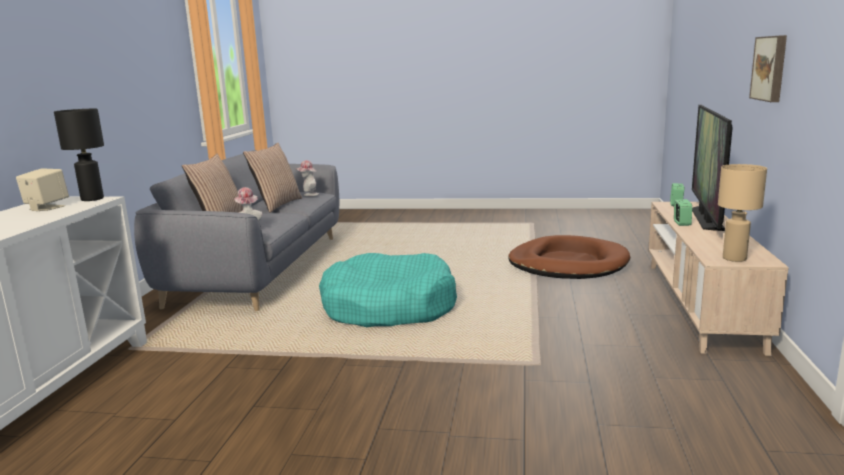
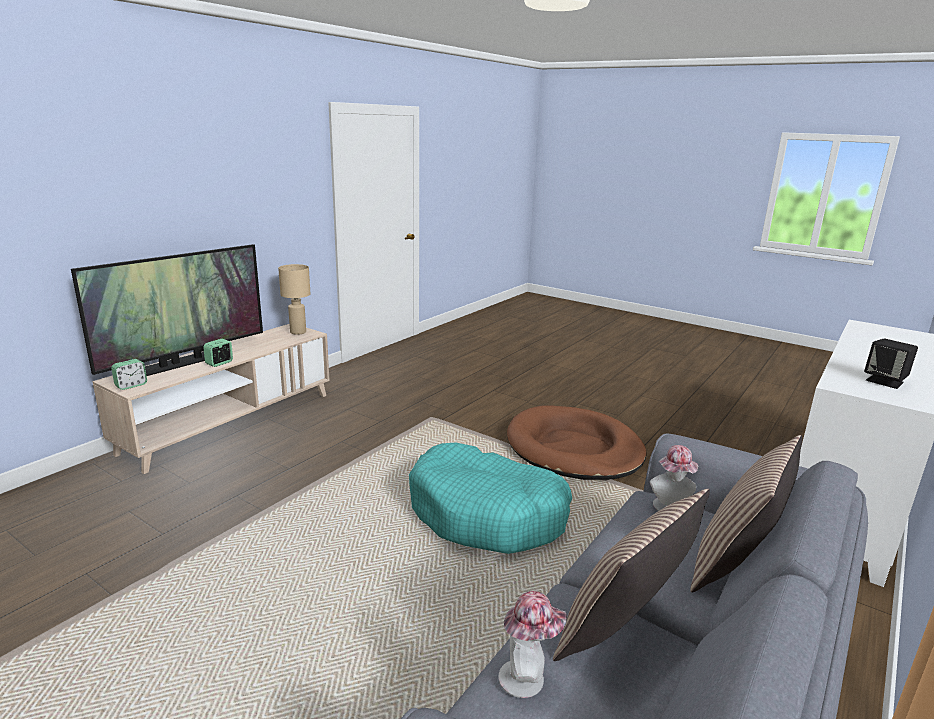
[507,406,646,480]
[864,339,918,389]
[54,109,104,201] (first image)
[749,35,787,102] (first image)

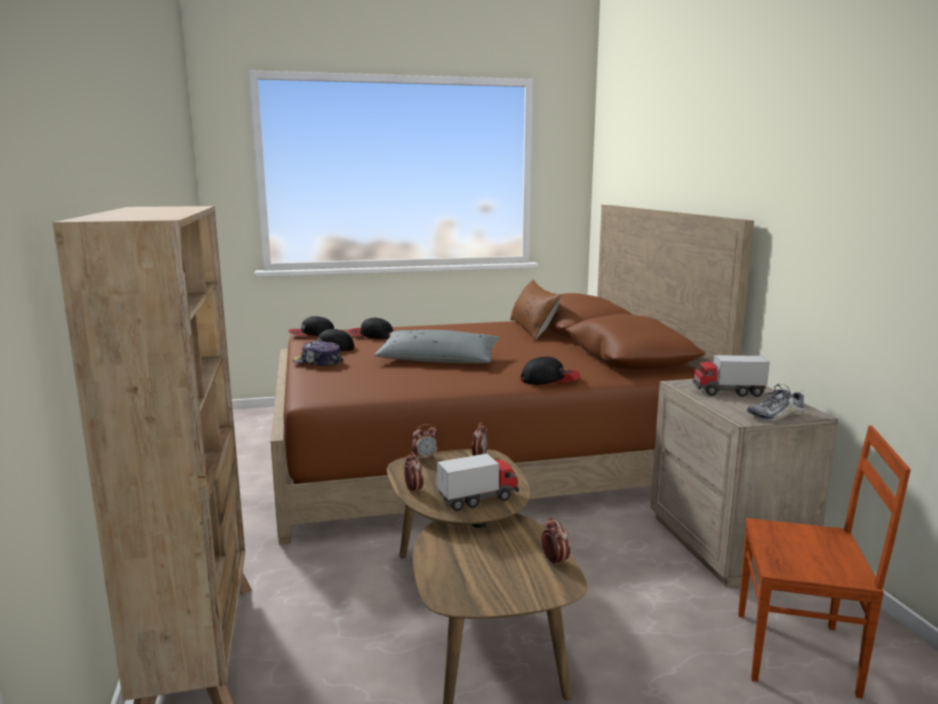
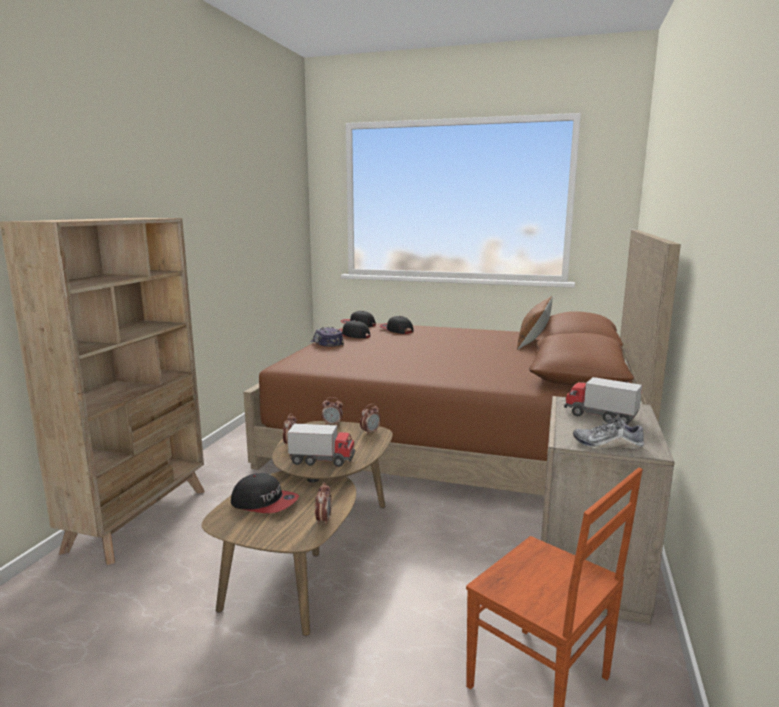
[231,473,299,513]
[374,330,500,363] (first image)

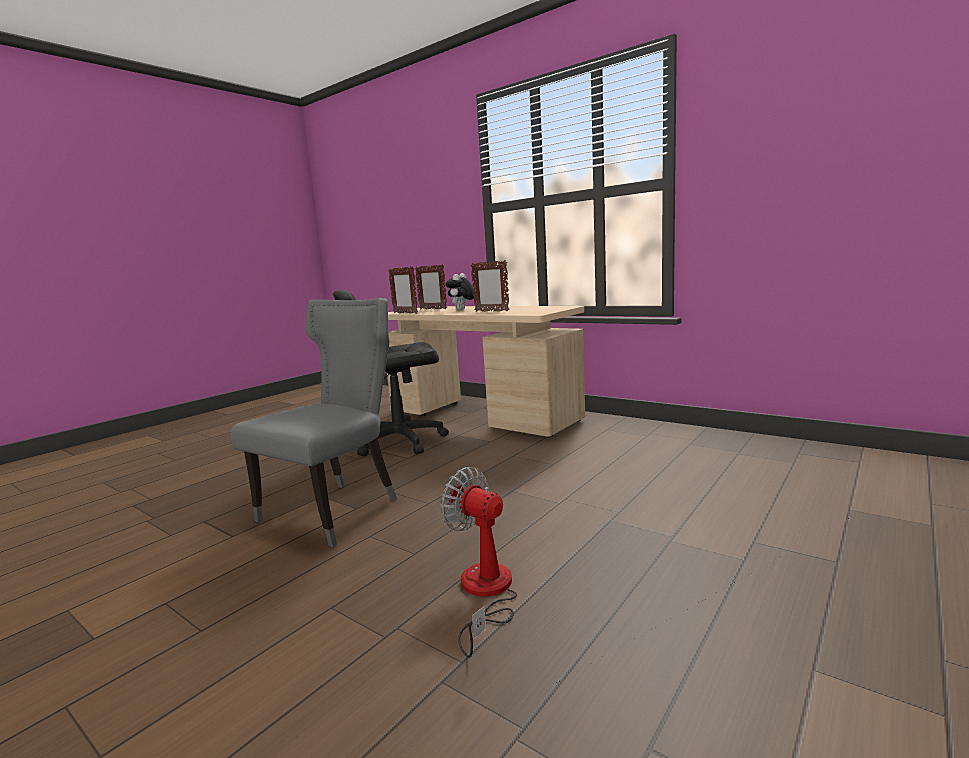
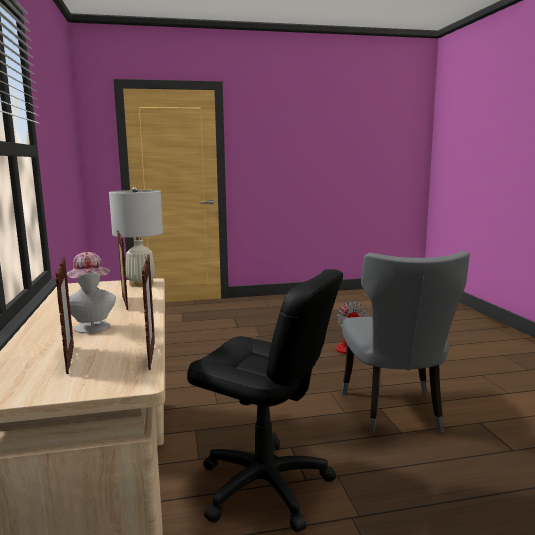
[67,252,116,333]
[109,187,163,287]
[342,251,470,434]

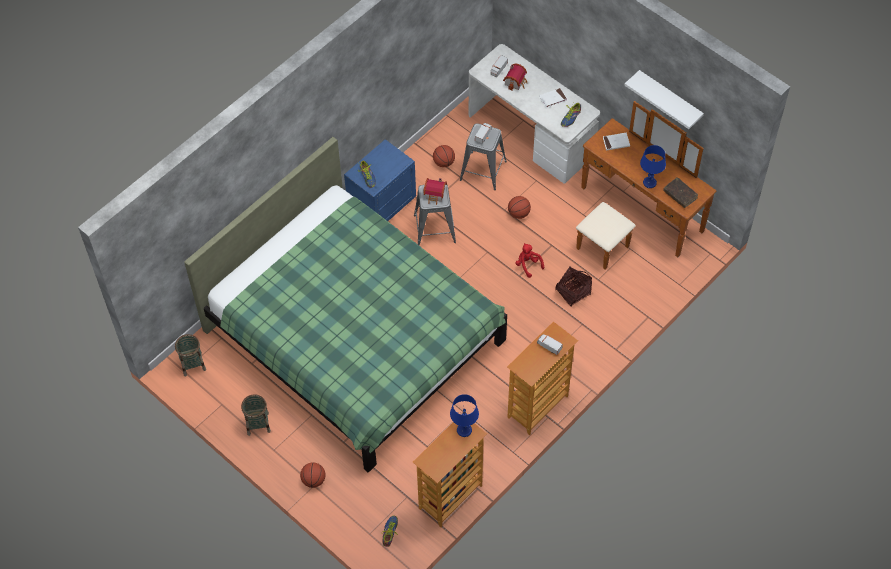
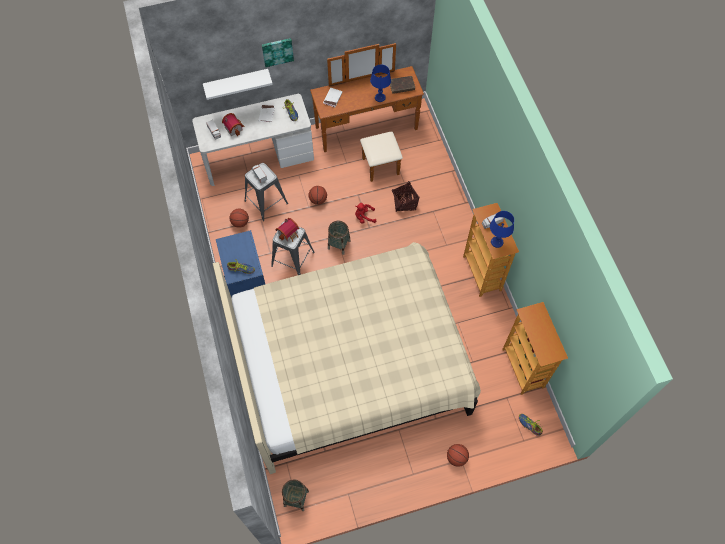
[203,69,273,100]
[213,242,481,474]
[262,38,294,67]
[328,221,351,255]
[490,211,514,248]

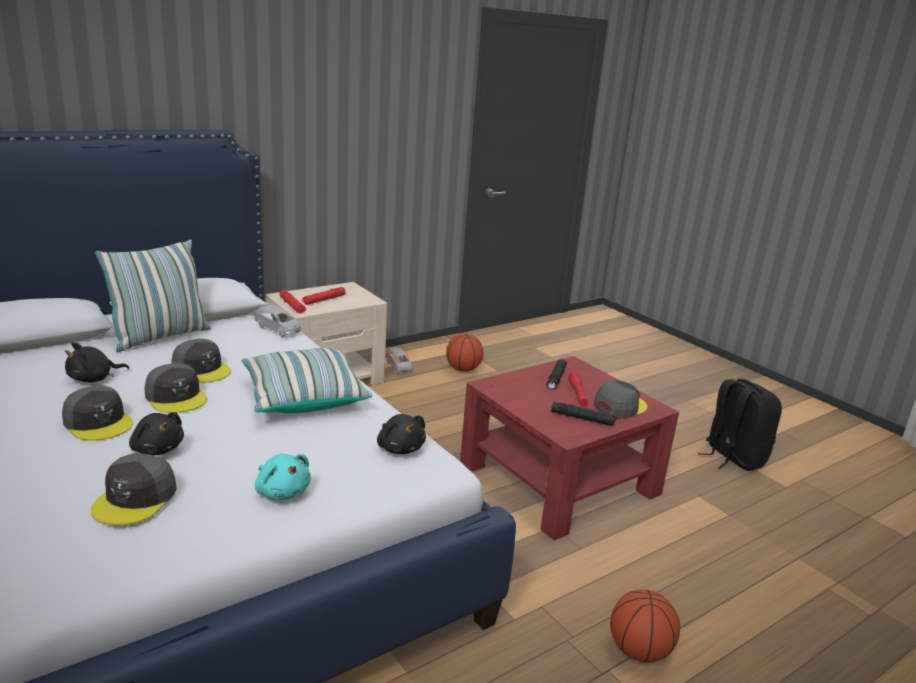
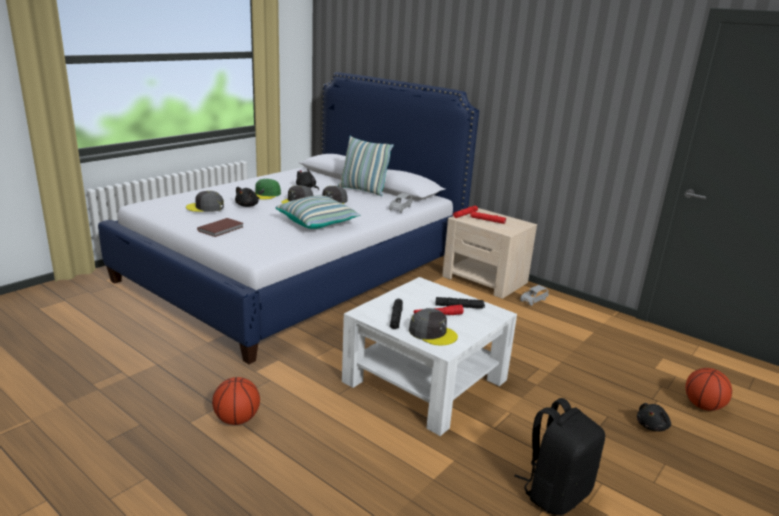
[197,218,243,237]
[255,179,281,199]
[342,277,517,436]
[637,403,671,431]
[685,368,732,411]

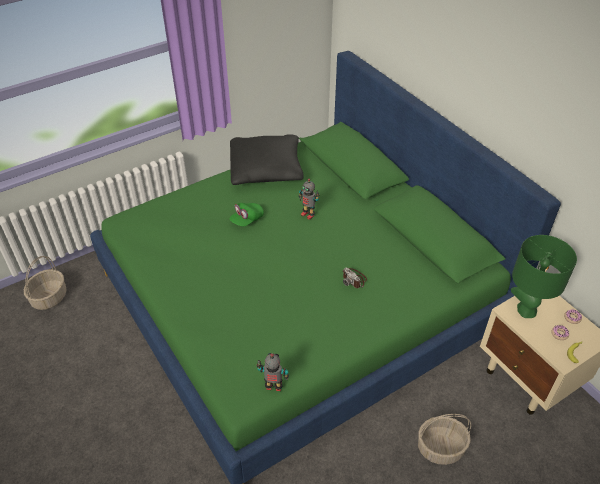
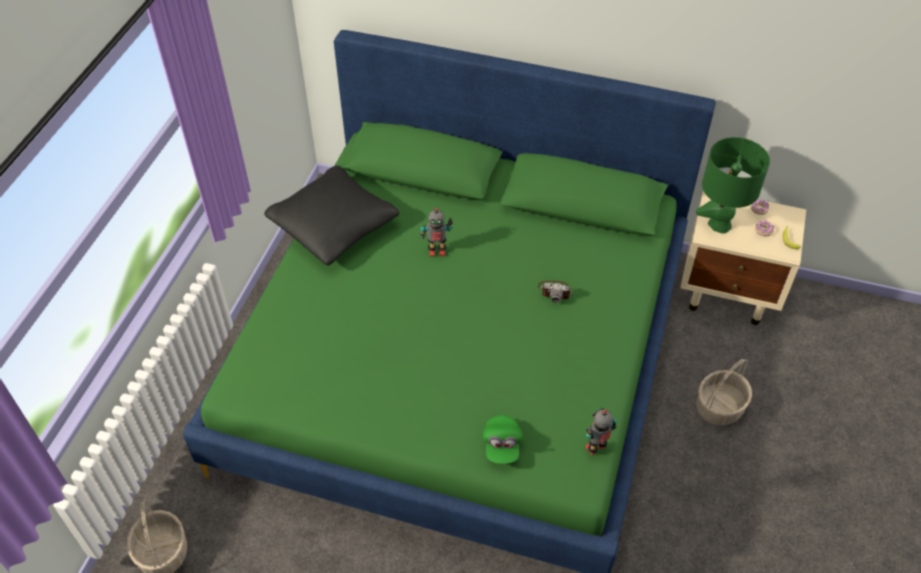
[483,415,523,464]

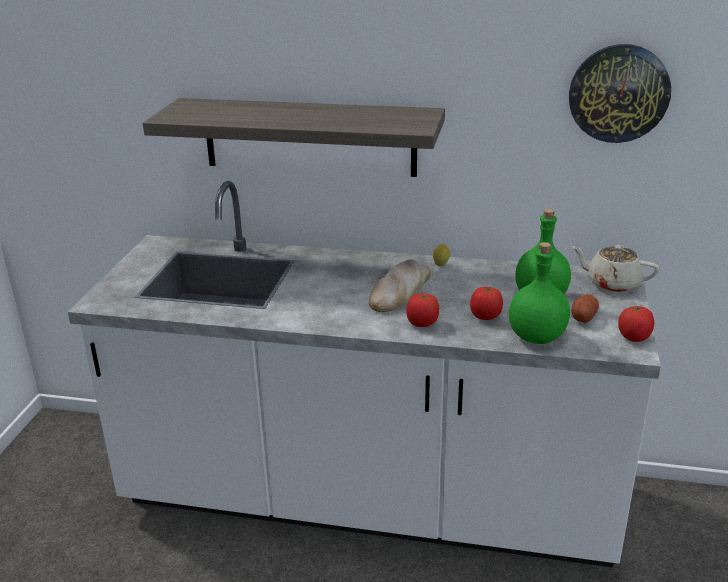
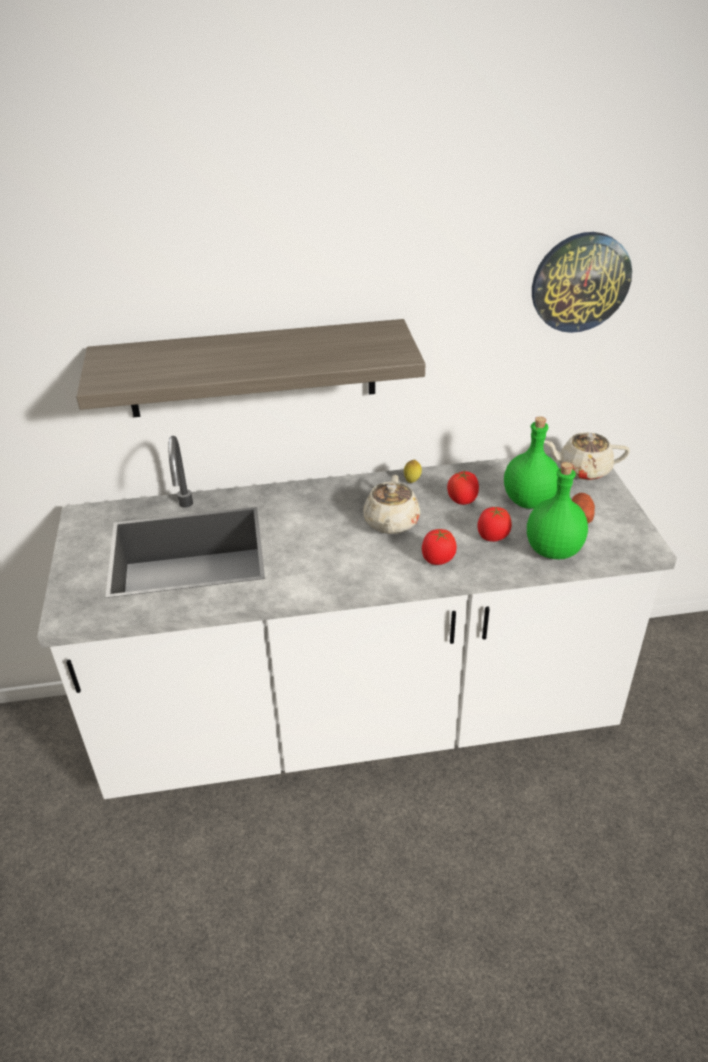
[363,475,420,534]
[447,471,479,505]

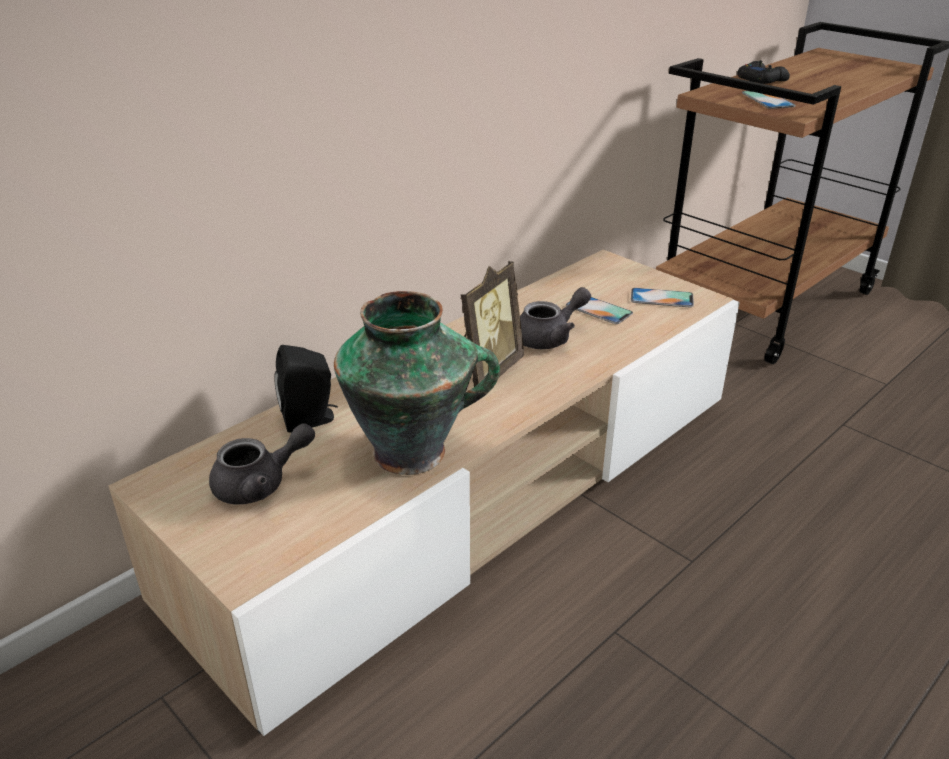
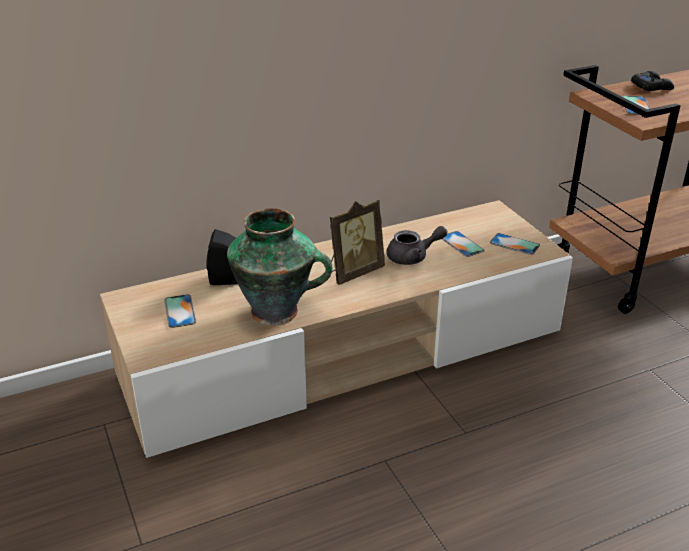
[164,294,196,328]

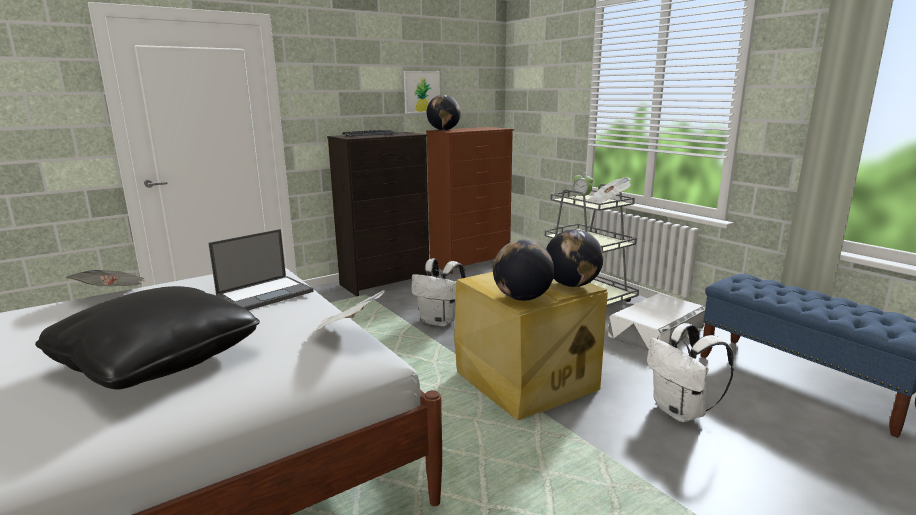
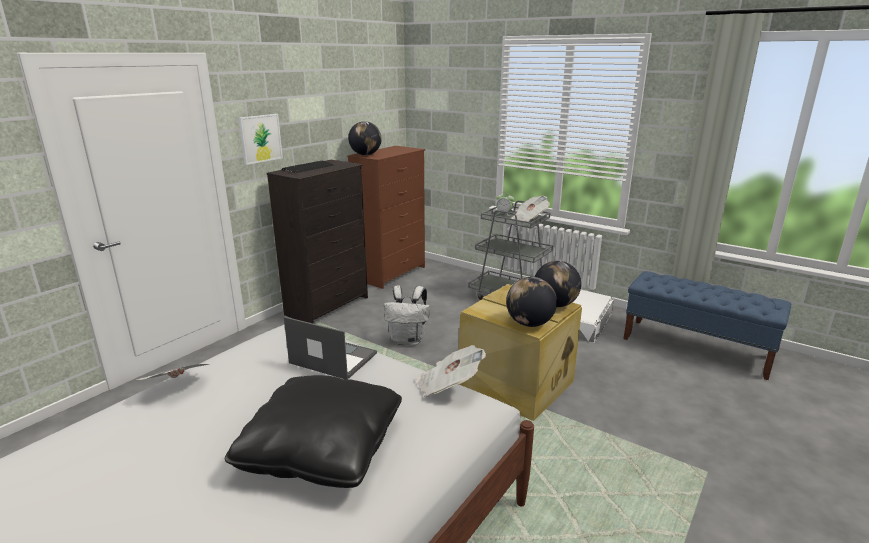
[239,114,283,165]
[284,317,377,379]
[647,323,734,422] (first image)

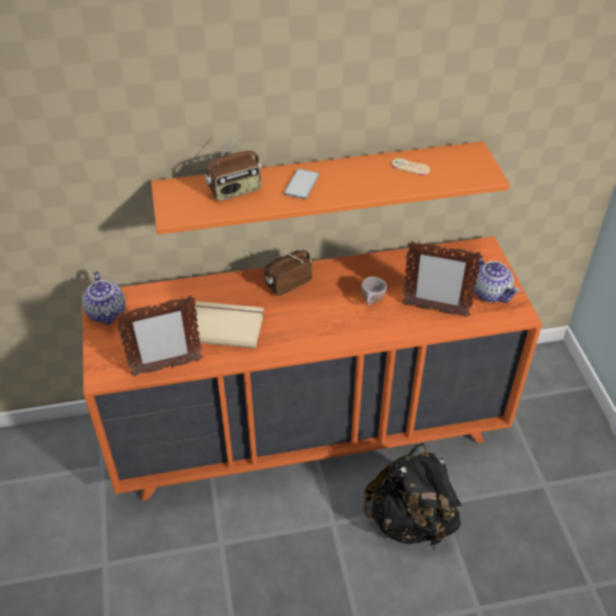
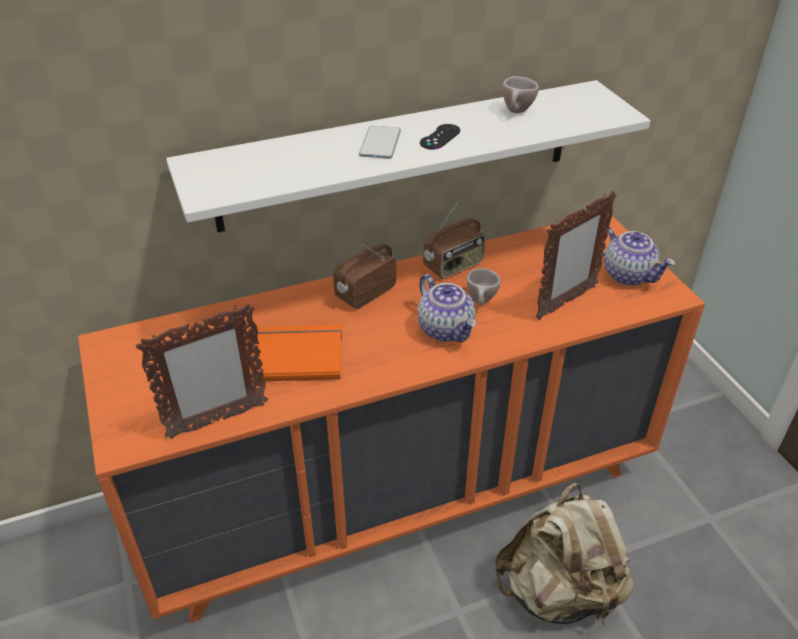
[166,80,651,232]
[244,325,342,381]
[418,274,476,342]
[420,124,460,150]
[423,201,485,279]
[495,482,634,627]
[502,76,539,113]
[536,191,616,320]

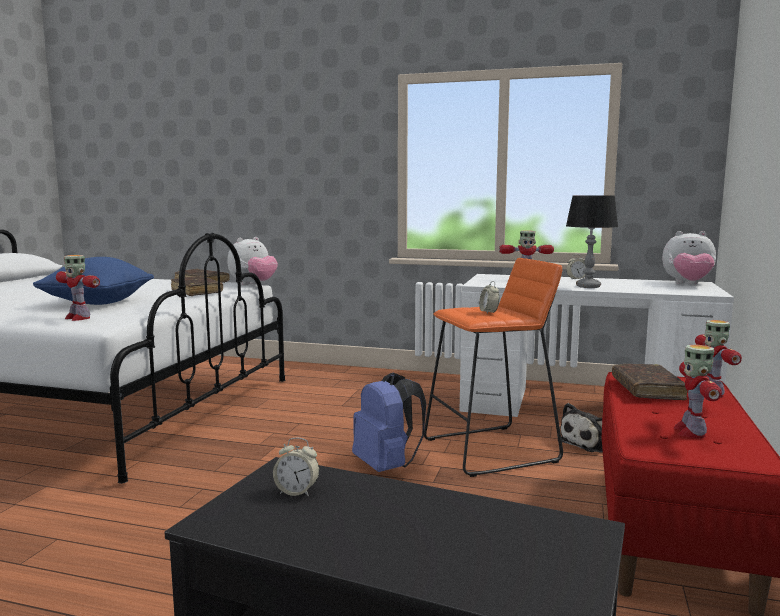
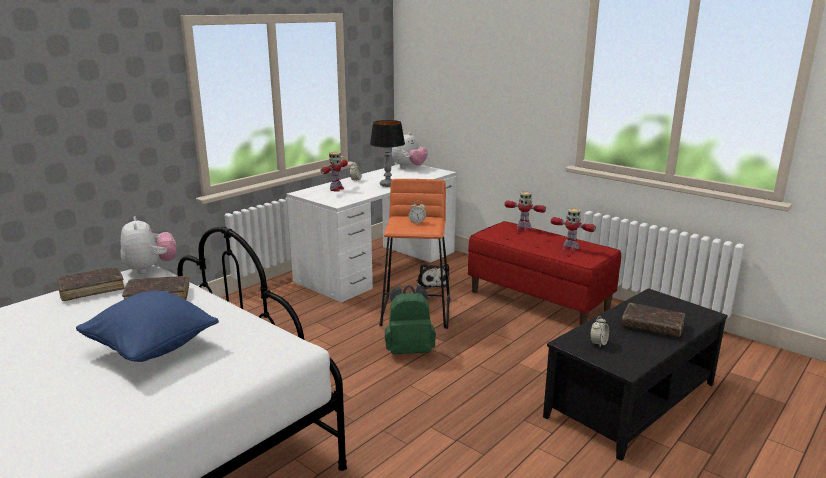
[385,285,436,355]
[622,303,685,337]
[56,255,100,321] (first image)

